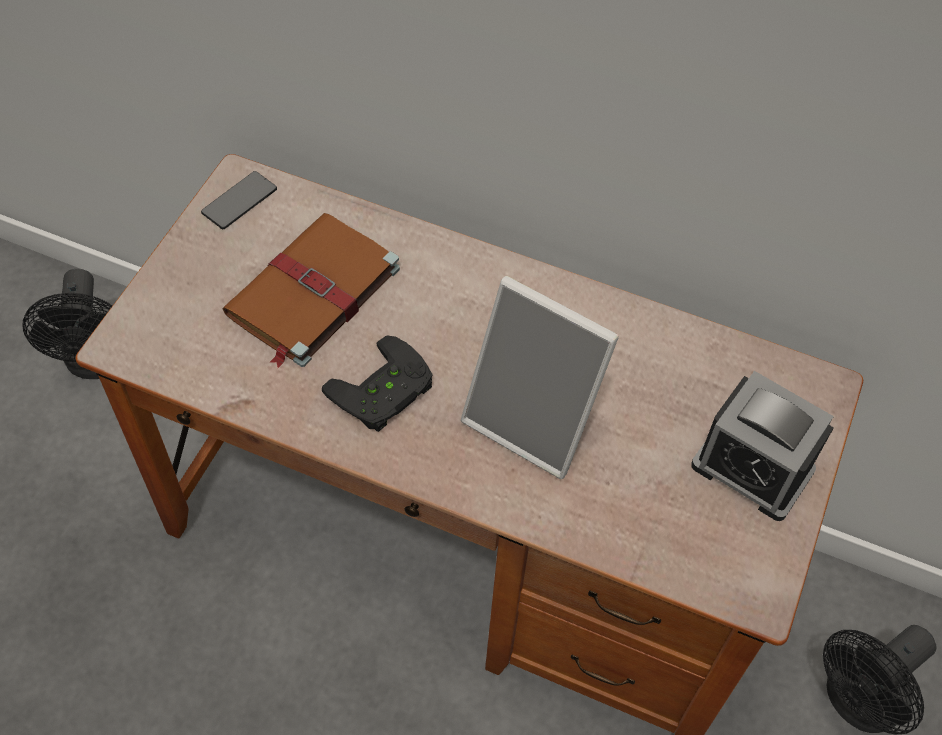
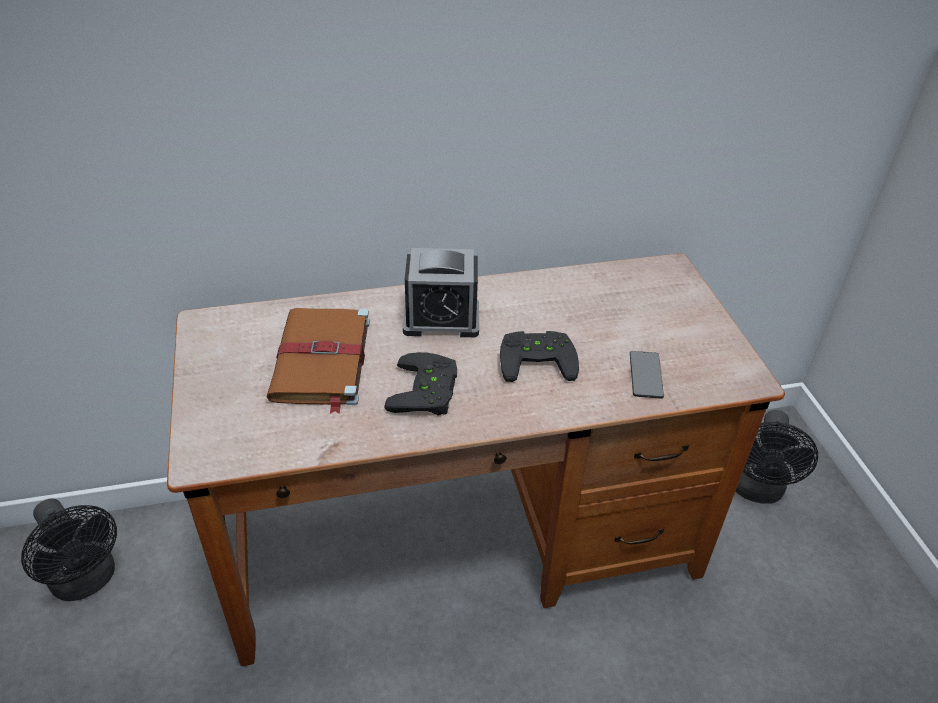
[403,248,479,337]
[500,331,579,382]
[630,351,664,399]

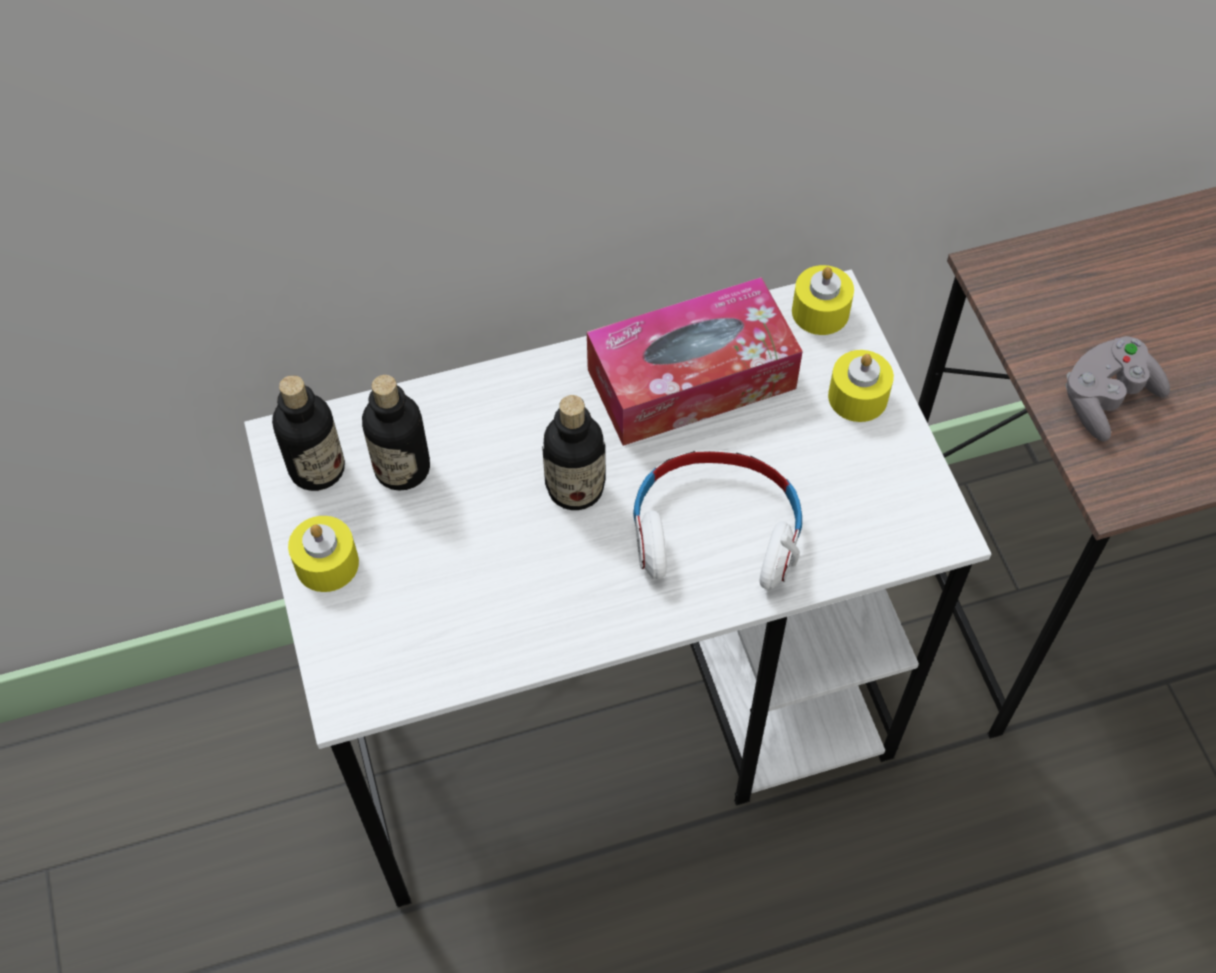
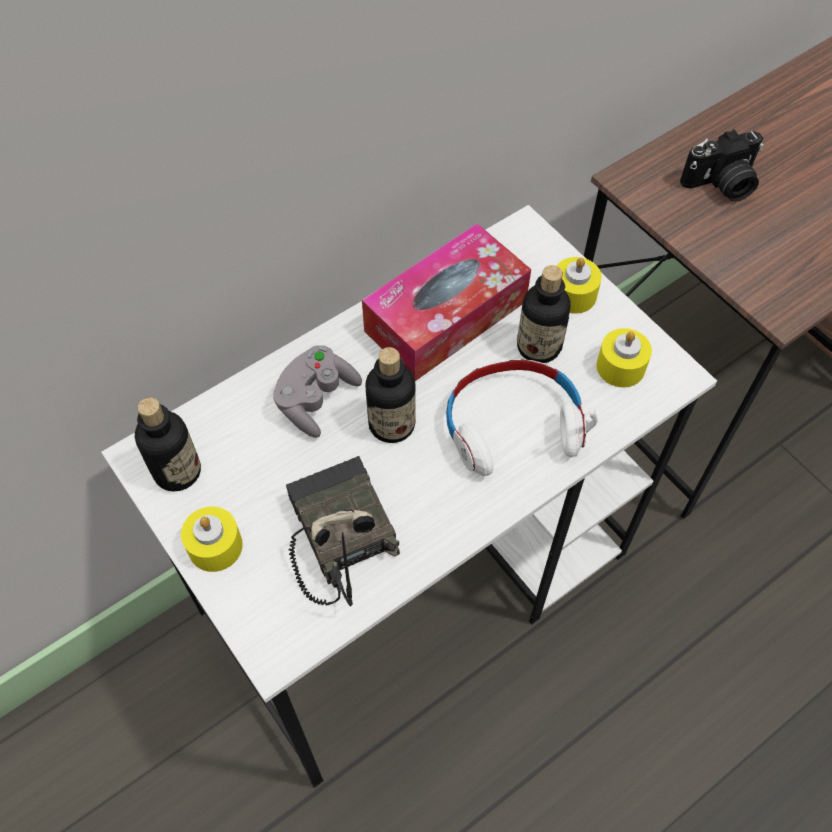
[273,345,362,438]
[286,456,400,606]
[517,265,570,363]
[596,328,652,387]
[680,129,764,202]

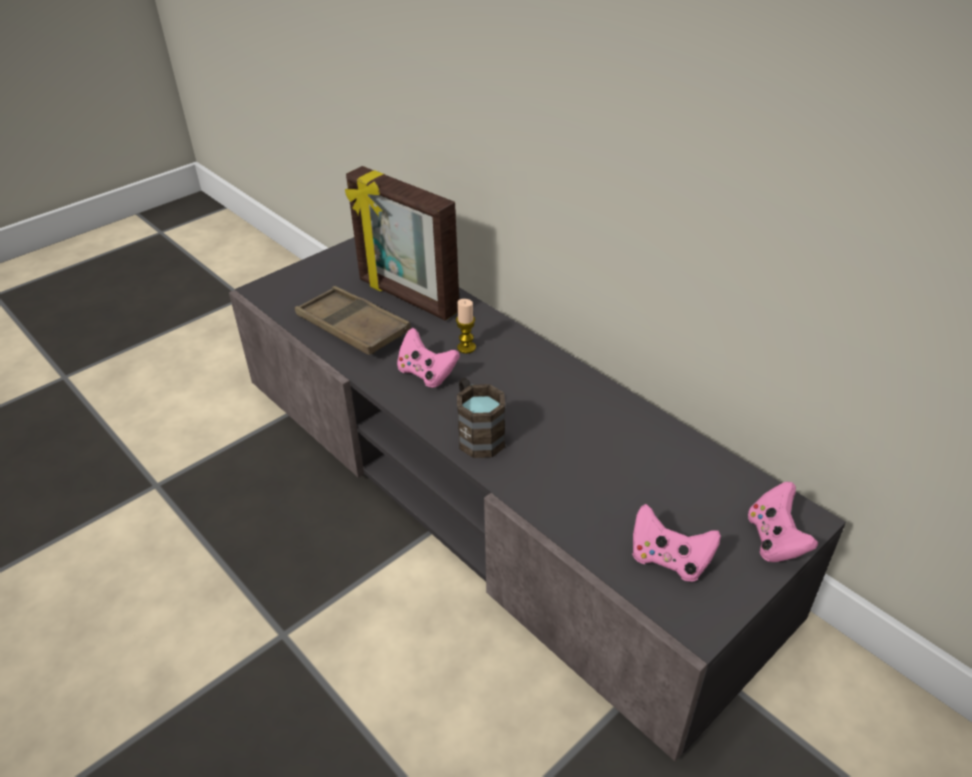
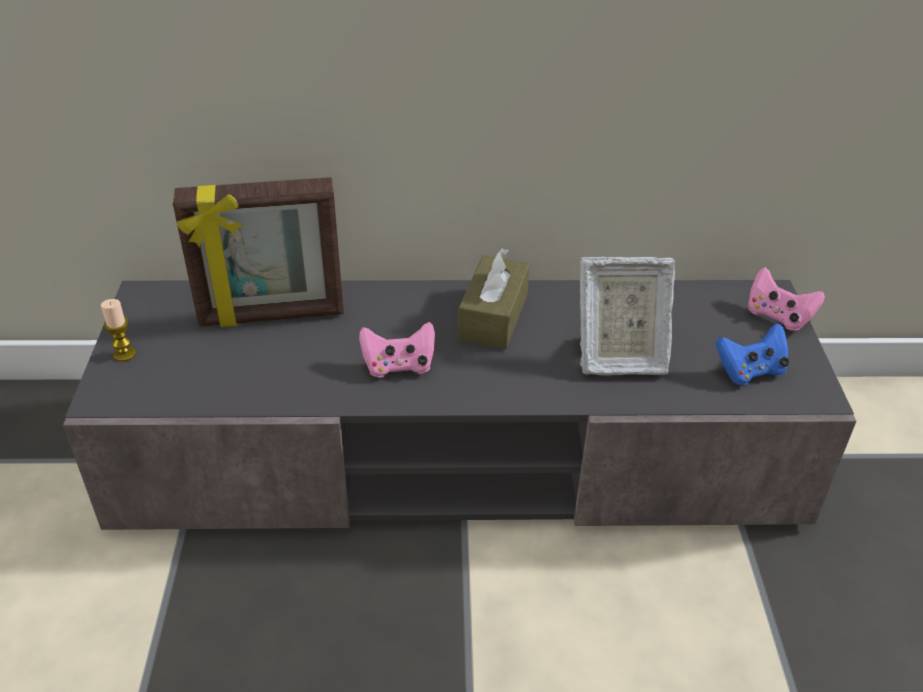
[101,299,136,362]
[458,248,530,349]
[580,257,675,375]
[716,323,789,385]
[295,286,411,355] (first image)
[457,378,505,458] (first image)

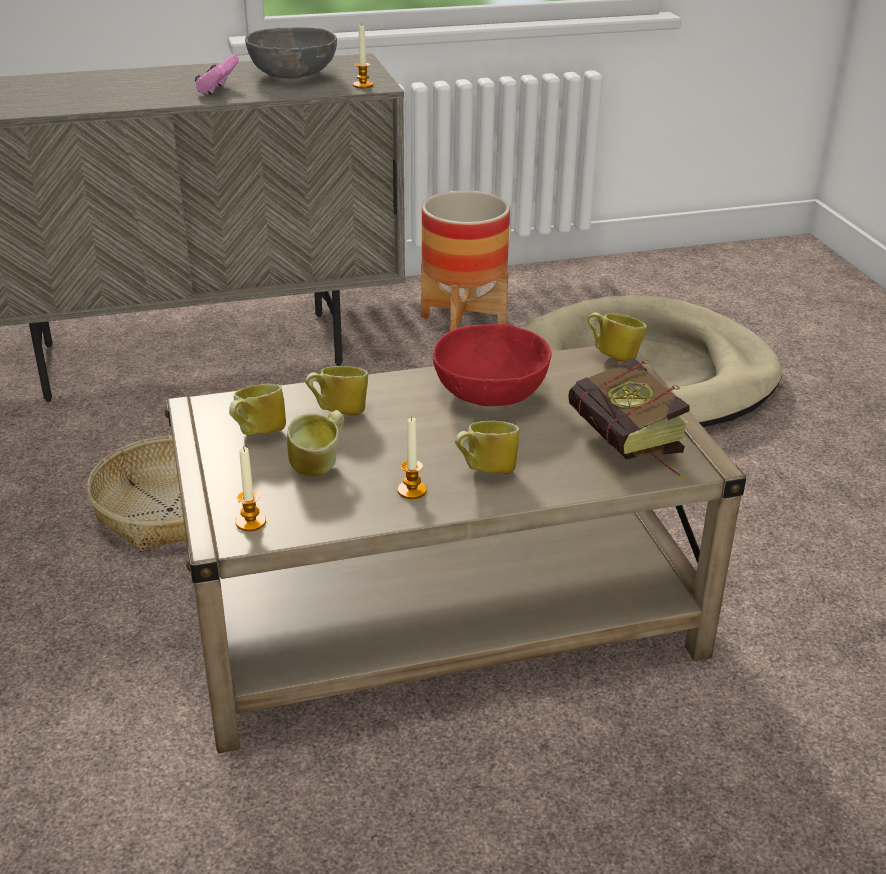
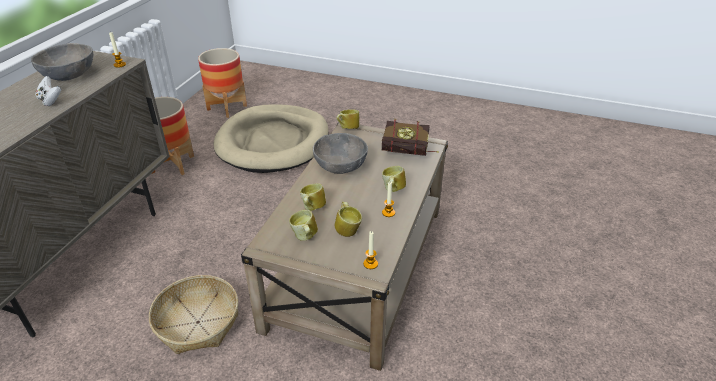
[35,76,61,106]
[198,48,247,118]
[313,133,368,174]

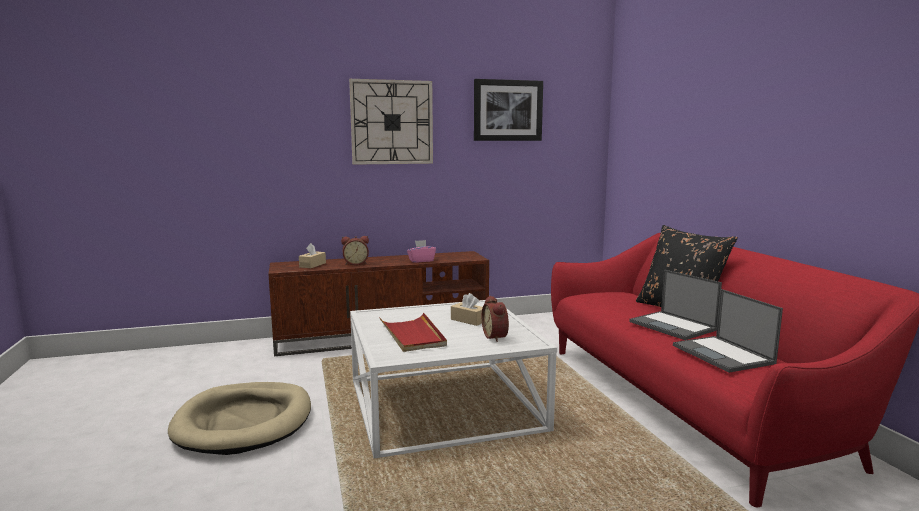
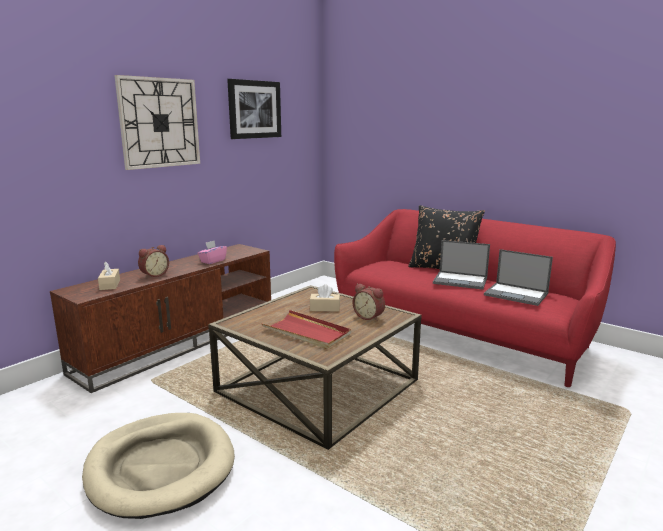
[208,285,422,450]

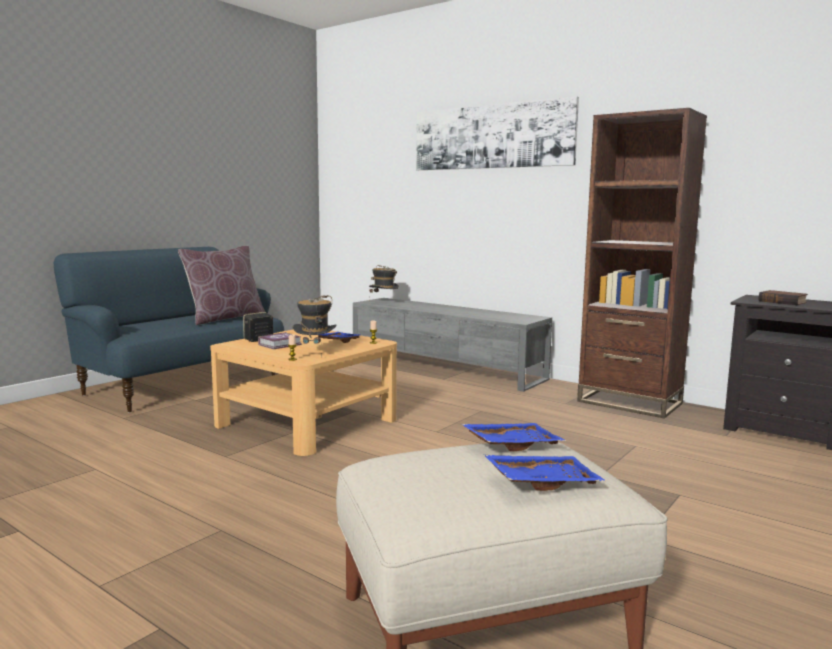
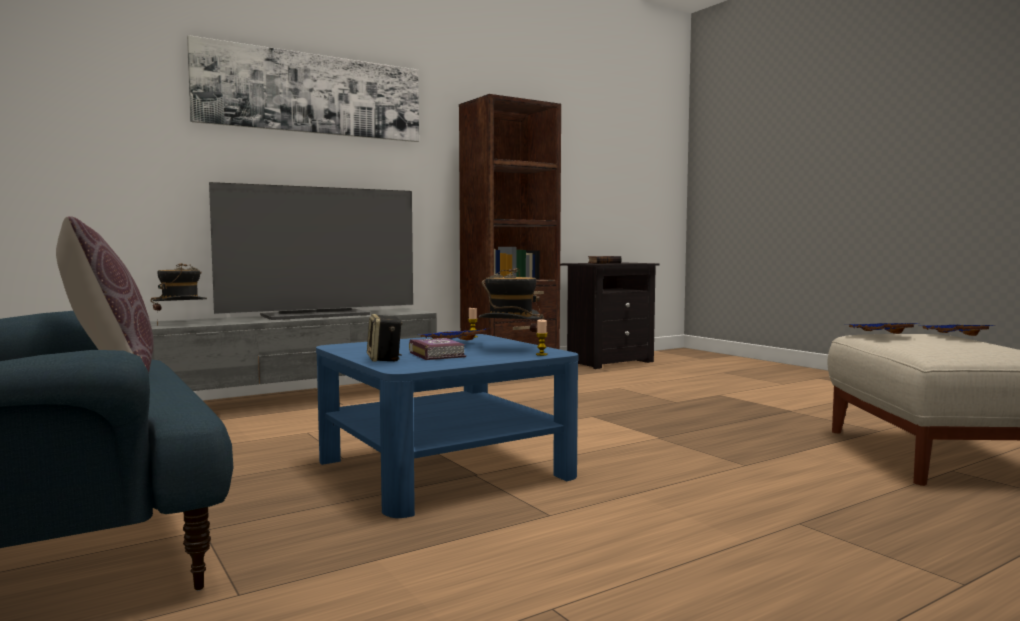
[209,182,413,320]
[316,334,578,518]

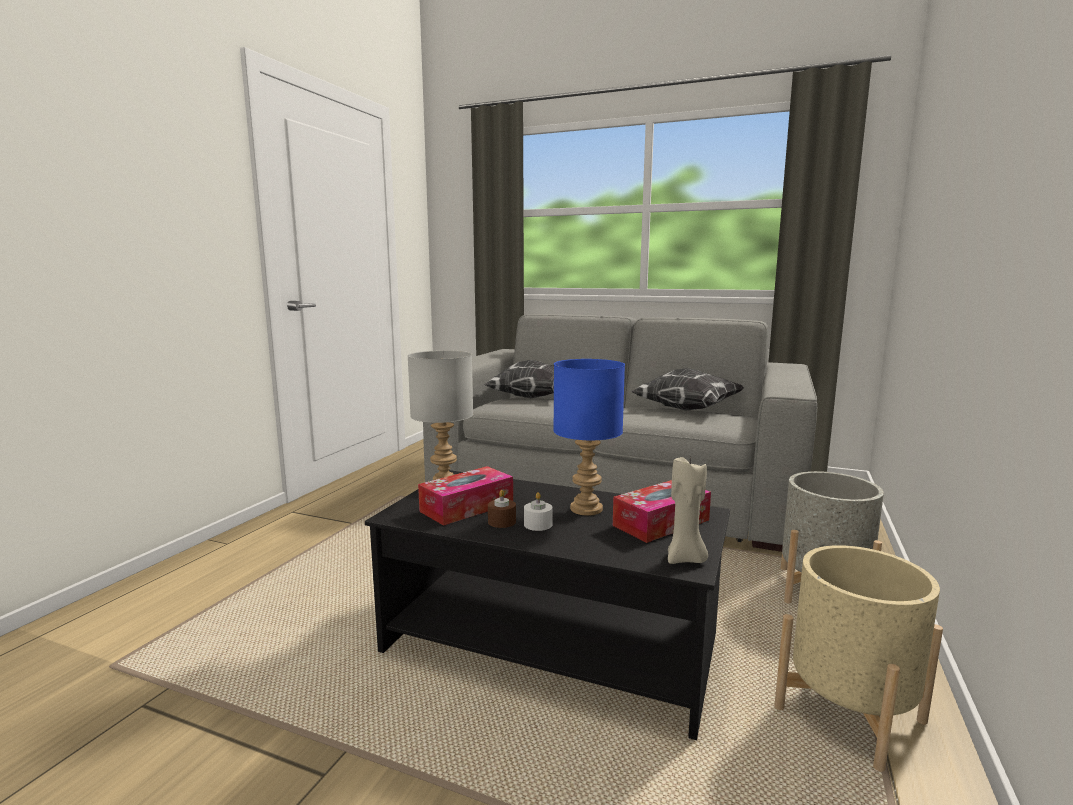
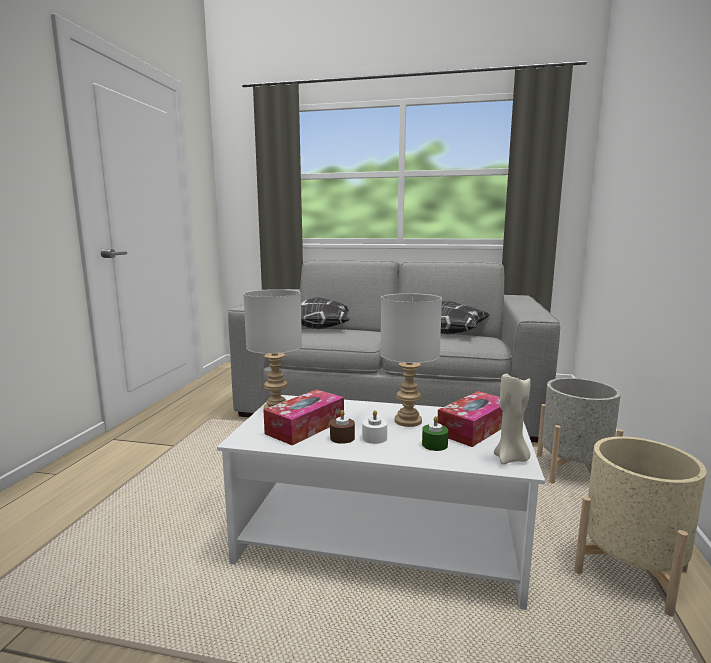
[217,395,545,610]
[380,293,442,427]
[422,416,449,451]

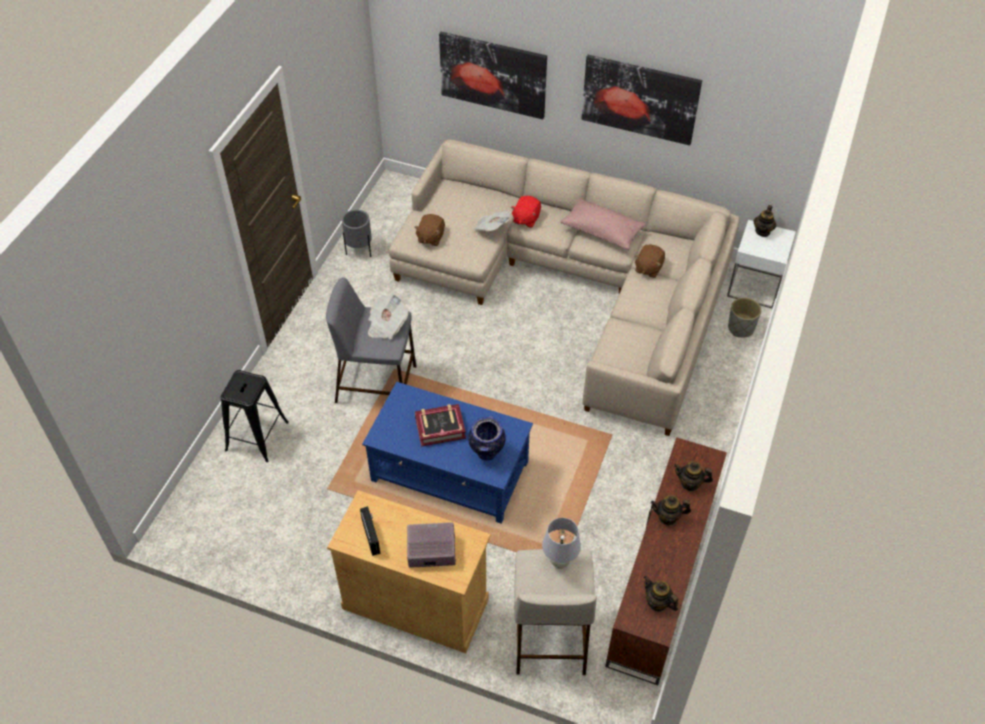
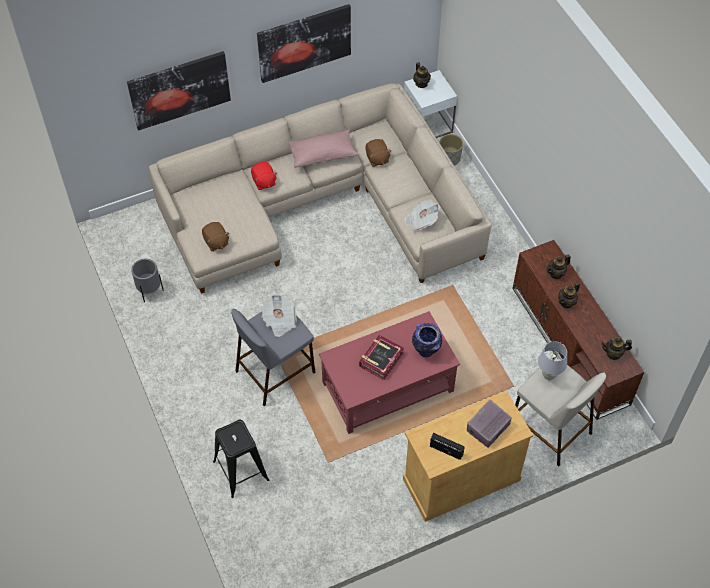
[319,311,460,434]
[404,200,440,231]

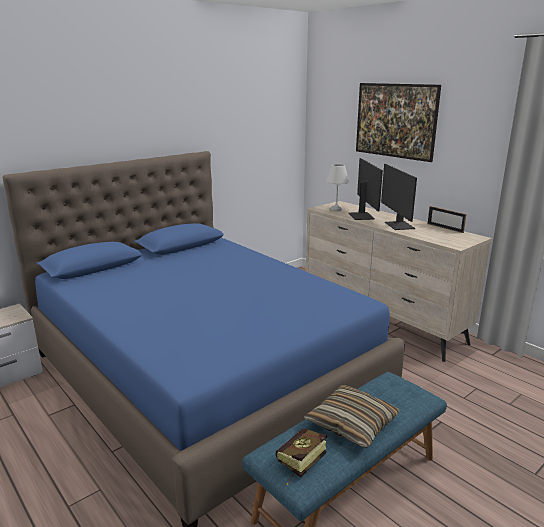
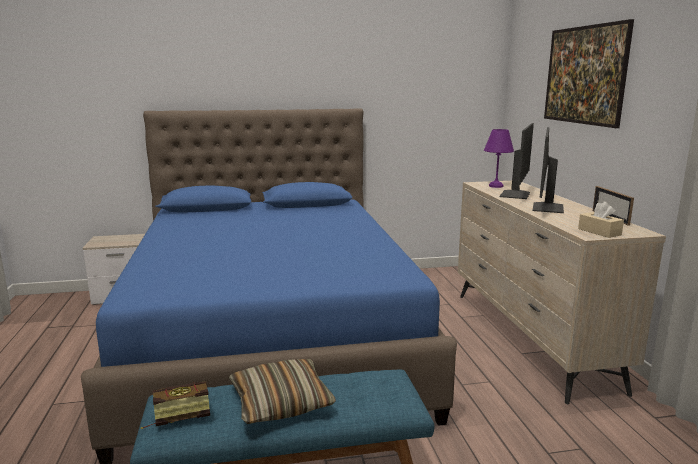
[484,129,514,188]
[578,201,624,238]

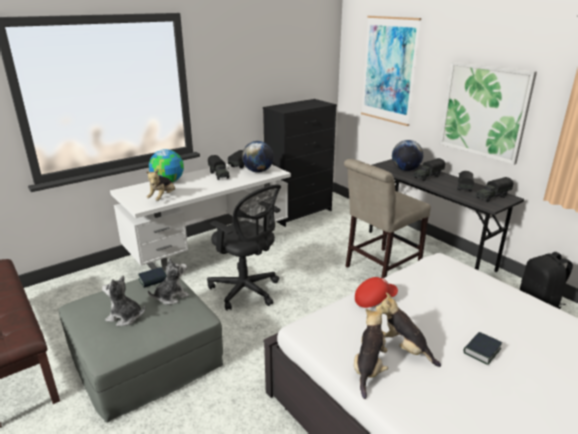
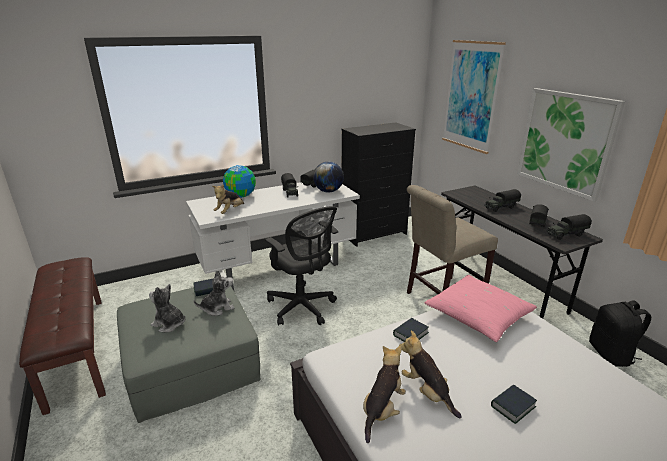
[393,318,429,342]
[425,275,537,342]
[392,140,423,171] (first image)

